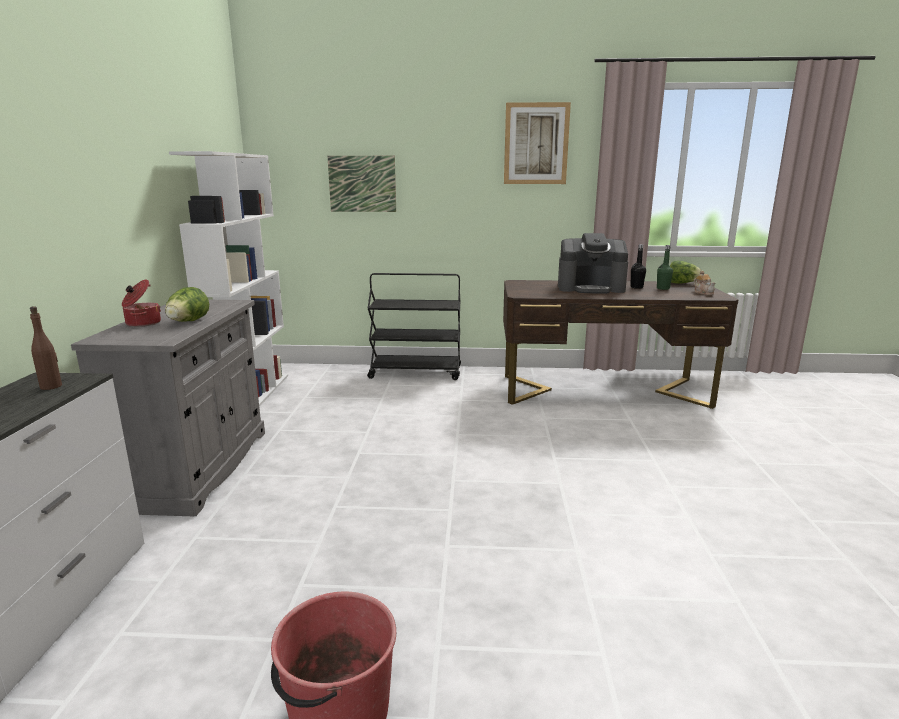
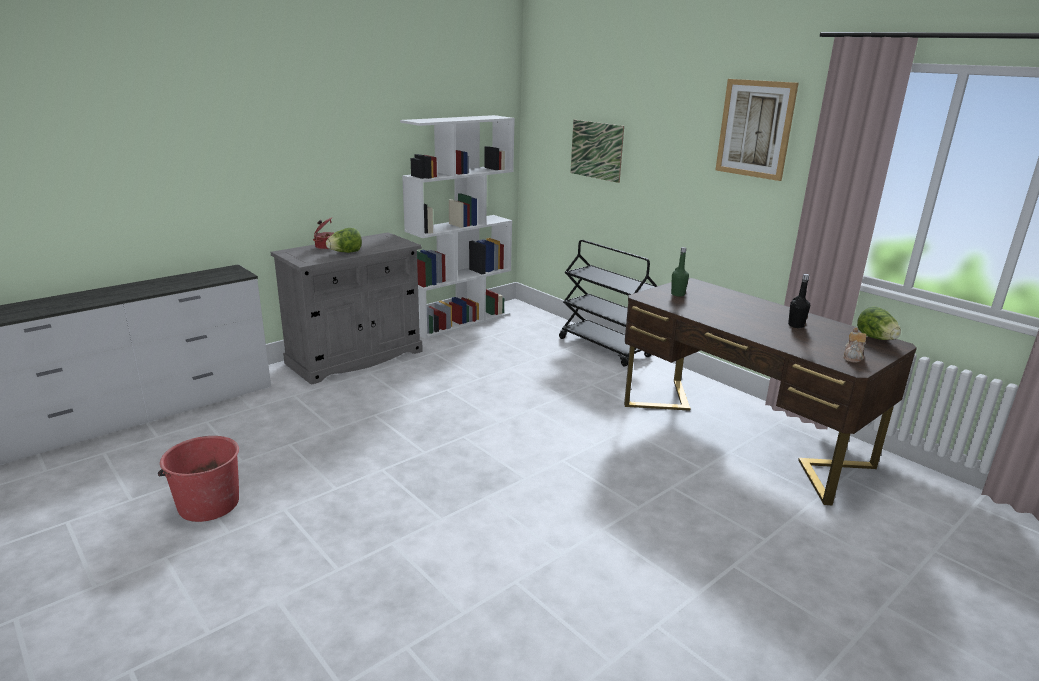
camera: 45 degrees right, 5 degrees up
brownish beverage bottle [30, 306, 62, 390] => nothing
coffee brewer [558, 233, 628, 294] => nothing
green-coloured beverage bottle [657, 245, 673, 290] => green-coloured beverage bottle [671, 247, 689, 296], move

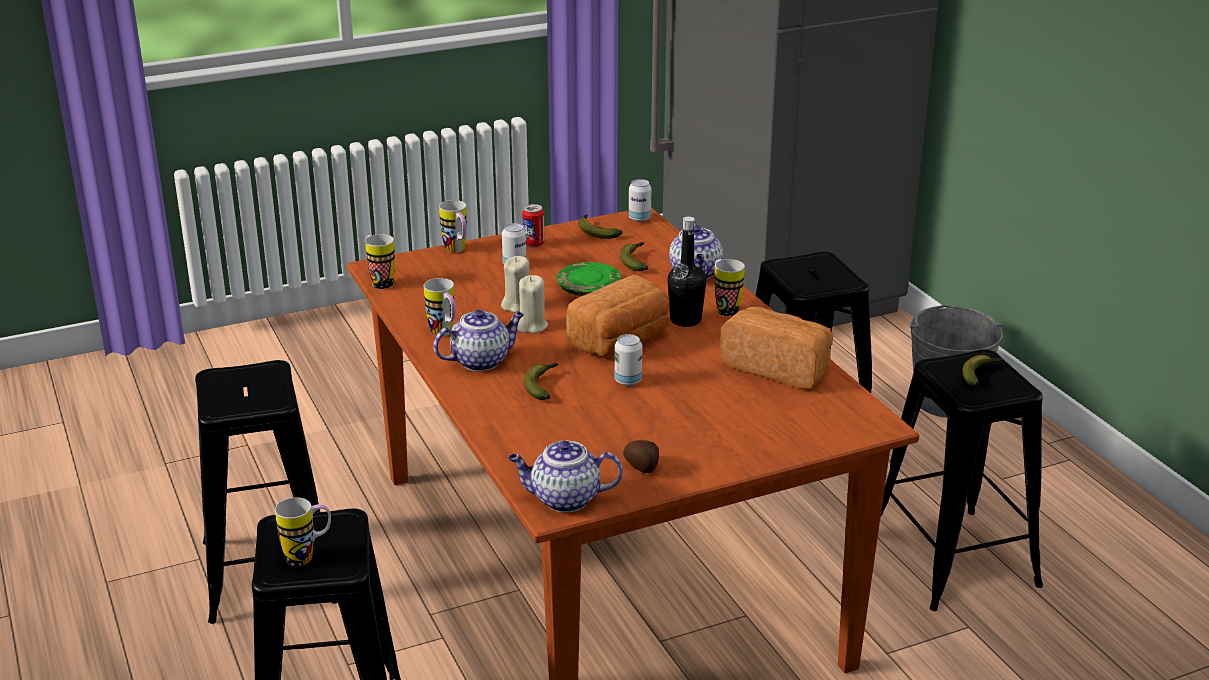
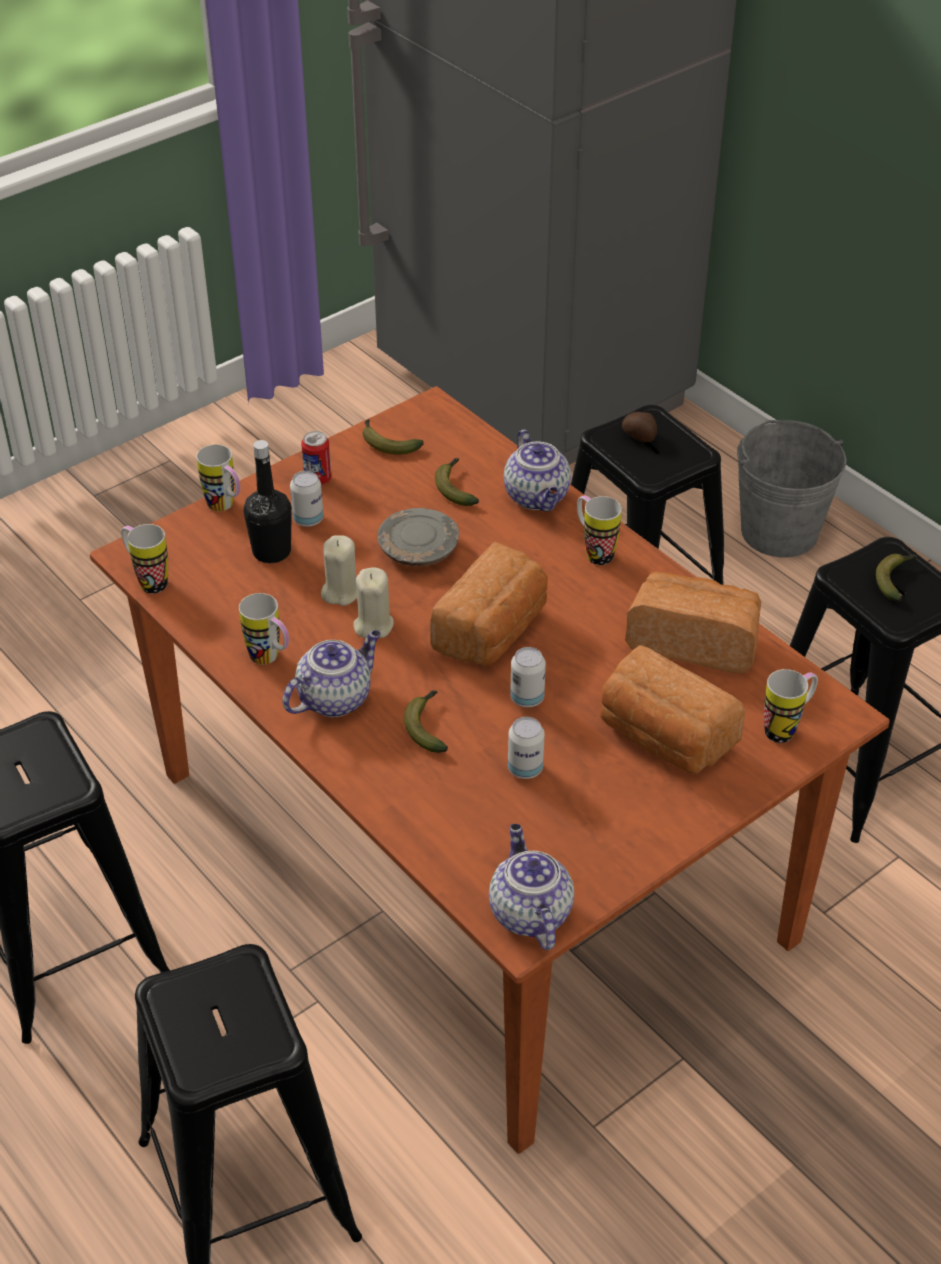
camera: 15 degrees left, 15 degrees up
coffee mug [275, 497, 331, 566] => coffee mug [764, 669, 818, 743], move
teapot [508, 441, 623, 512] => teapot [489, 824, 574, 950], 90 degrees clockwise
green-coloured dinner plate [557, 262, 621, 296] => gray dinner plate [377, 508, 459, 566]
spud [623, 440, 659, 473] => spud [622, 412, 657, 442], move
sealed can [629, 179, 651, 222] => sealed can [508, 717, 545, 779], move
black-coloured beverage bottle [668, 217, 706, 327] => black-coloured beverage bottle [243, 440, 292, 563], move
nothing => bakery bread [600, 645, 746, 774]

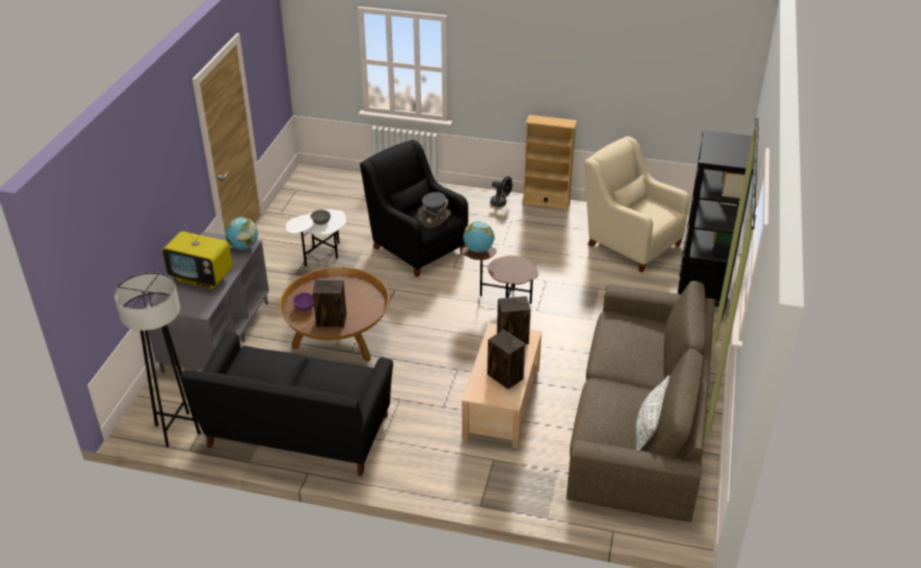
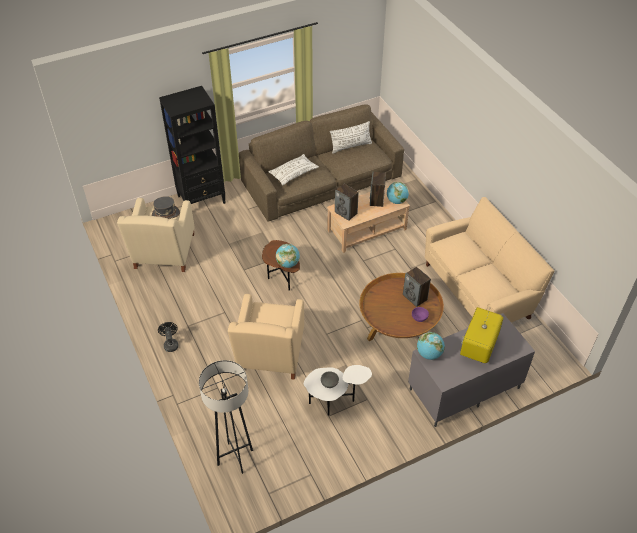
camera: 130 degrees left, 10 degrees up
gray standard lamp [114, 272, 201, 447] => gray standard lamp [199, 360, 253, 474], move
TV [162, 220, 232, 289] => TV [460, 307, 503, 363], 135 degrees counterclockwise
black-coloured couch [181, 332, 393, 477] => beige couch [425, 197, 554, 323]
black-coloured lounge chair [360, 140, 468, 277] => beige lounge chair [228, 294, 304, 380]
gray clothing hat [418, 192, 451, 228] => gray clothing hat [152, 196, 180, 219], move
beige shelving unit [522, 115, 577, 210] => nothing
nothing => whitish pillow [268, 154, 319, 185]
nothing => globe [387, 182, 409, 204]

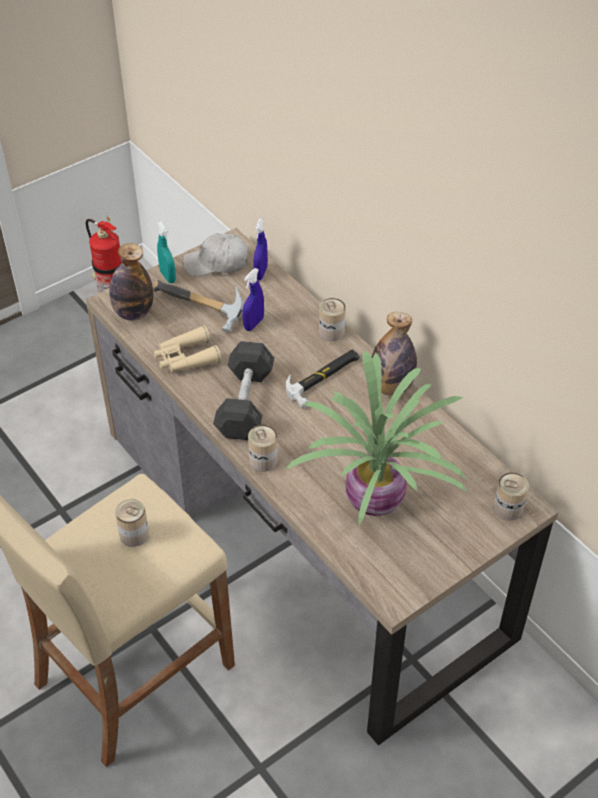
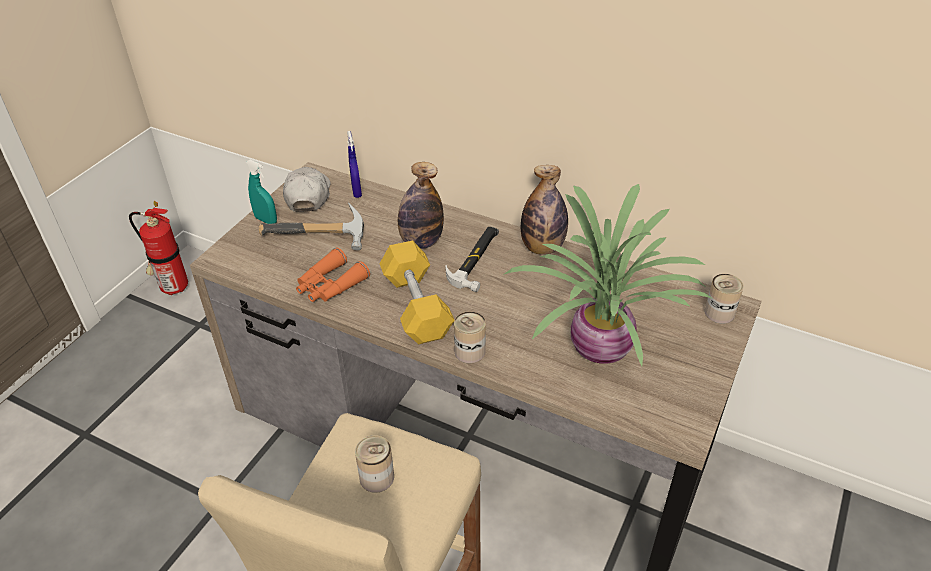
camera: 25 degrees left, 5 degrees down
beverage bottle [109, 243, 153, 320] => beverage bottle [398, 162, 444, 249], move
beige pair of binoculars [153, 325, 221, 372] => orangey pair of binoculars [296, 248, 370, 302]
whitish baseball cap [183, 233, 248, 276] => whitish baseball cap [283, 167, 331, 212], 120 degrees clockwise
gray hand weight [213, 341, 274, 440] => yellow-coloured hand weight [380, 240, 454, 345]
blue-coloured sprayer [243, 268, 264, 331] => nothing
sealed can [319, 298, 346, 341] => nothing

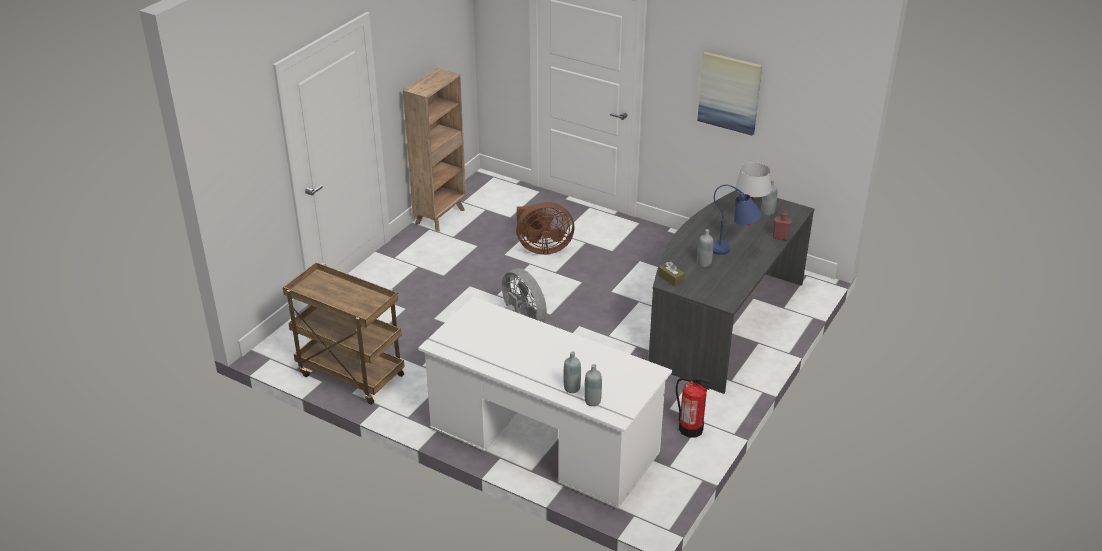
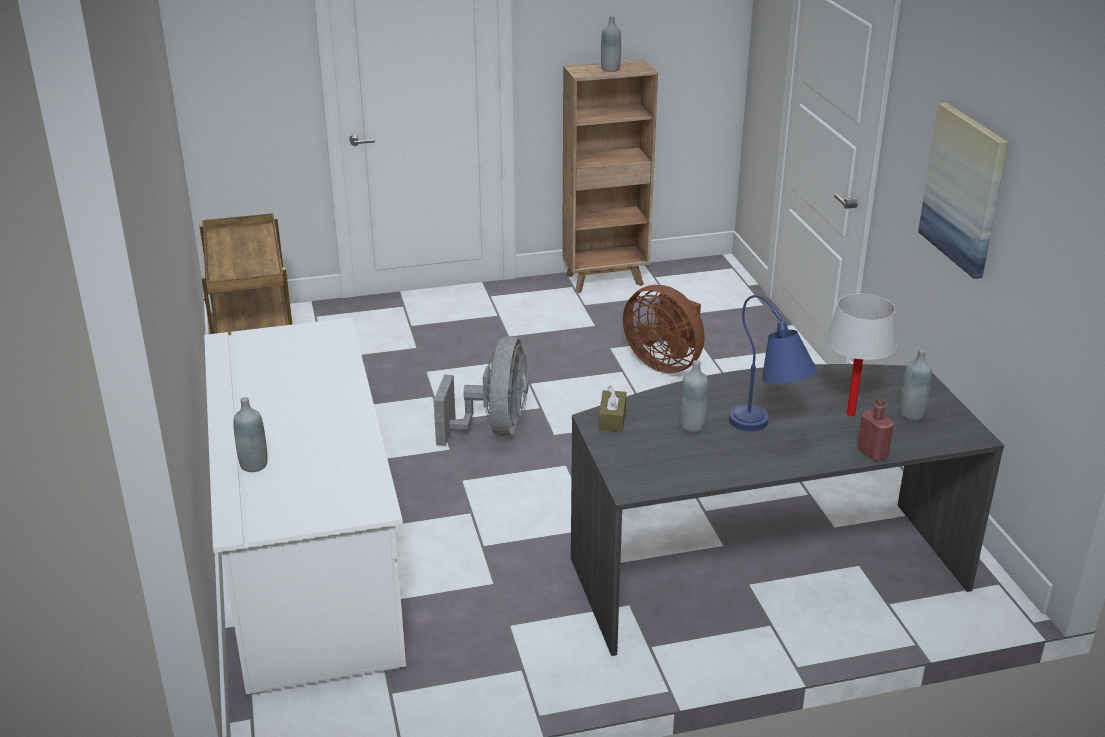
camera: 45 degrees right, 5 degrees down
gray beverage bottle [584, 364, 602, 406] => gray beverage bottle [601, 16, 621, 72], move
extinguisher [676, 378, 711, 438] => nothing

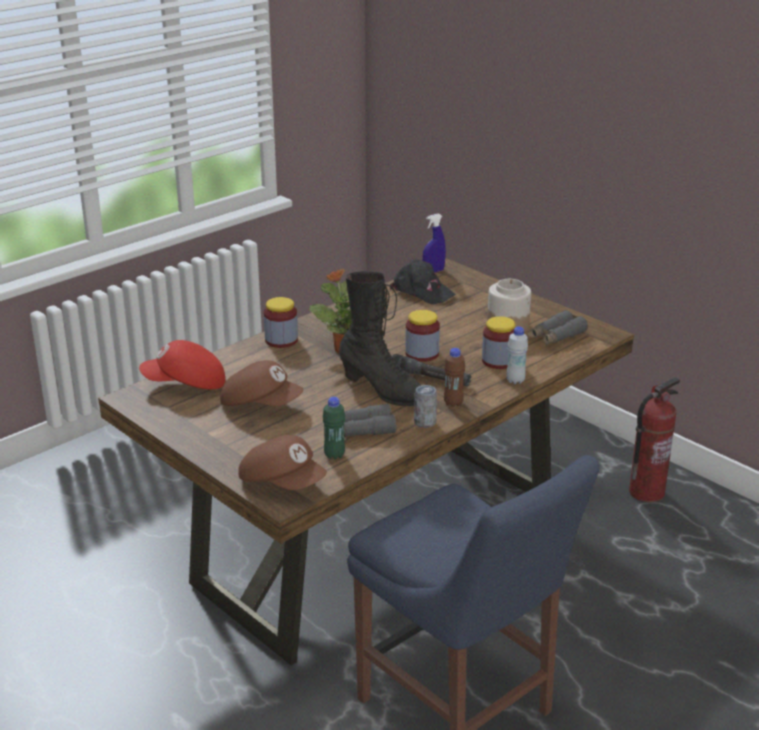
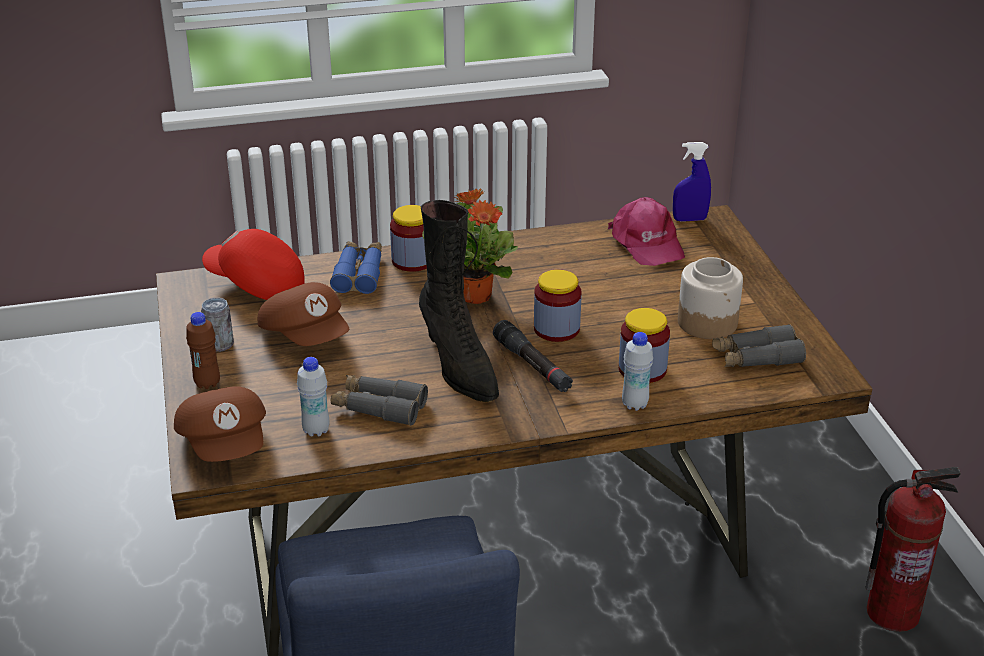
camera: 30 degrees right, 5 degrees up
green-coloured beverage bottle [322, 397, 345, 460] => whitish beverage bottle [297, 357, 330, 436]
black-coloured baseball cap [390, 259, 456, 305] => pink-coloured baseball cap [608, 197, 685, 266]
sealed can [414, 385, 437, 428] => sealed can [201, 298, 234, 352], move
brownish beverage bottle [444, 348, 465, 407] => brownish beverage bottle [186, 312, 220, 389], move
nothing => blue-coloured pair of binoculars [330, 241, 382, 294]

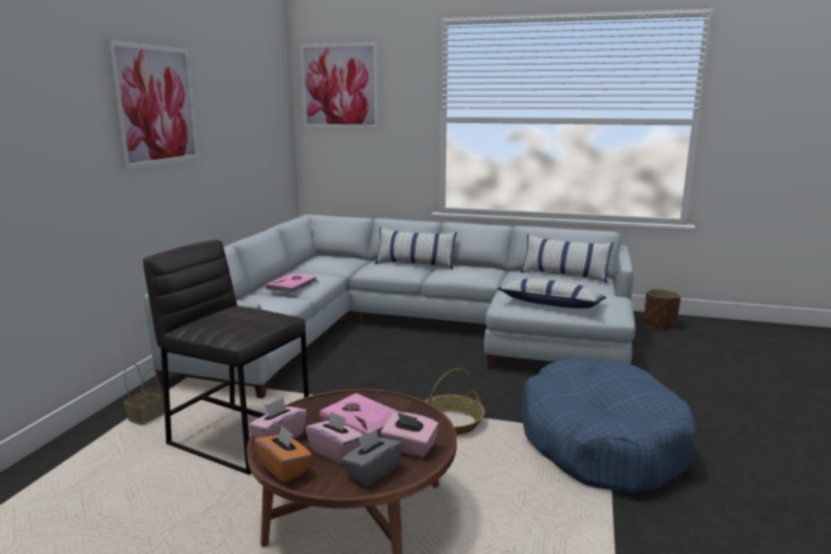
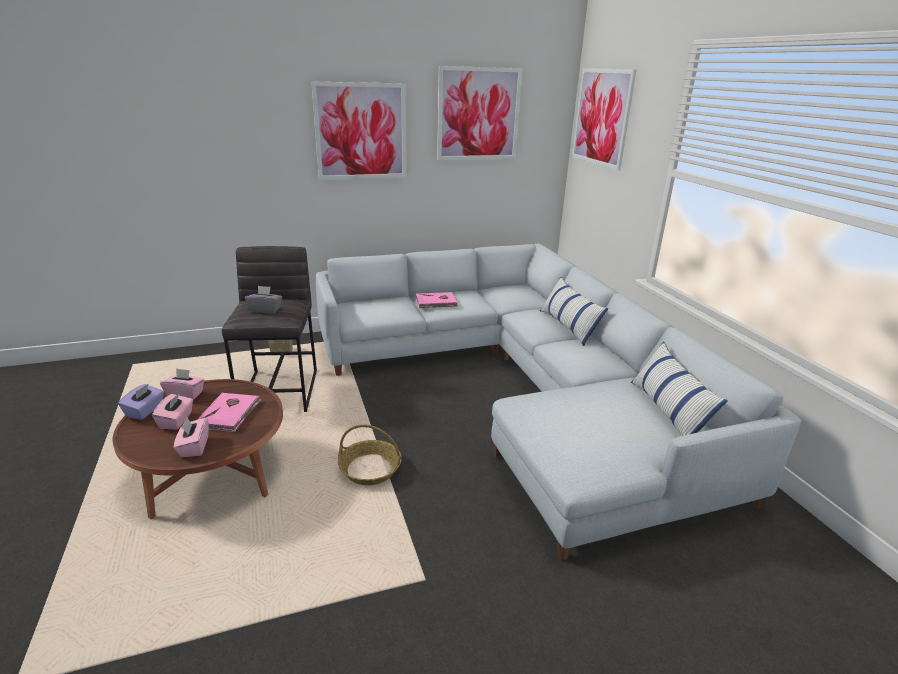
camera: 55 degrees right, 10 degrees up
orangey box of tissues [254, 426, 312, 483] => purple box of tissues [118, 383, 164, 420]
gray box of tissues [342, 429, 402, 487] => gray box of tissues [245, 286, 282, 313], move
pillow [497, 279, 606, 308] => nothing
blue-coloured dog bed [521, 356, 696, 494] => nothing
brownish plant pot [644, 288, 681, 330] => nothing
nothing => wall art [437, 66, 522, 160]

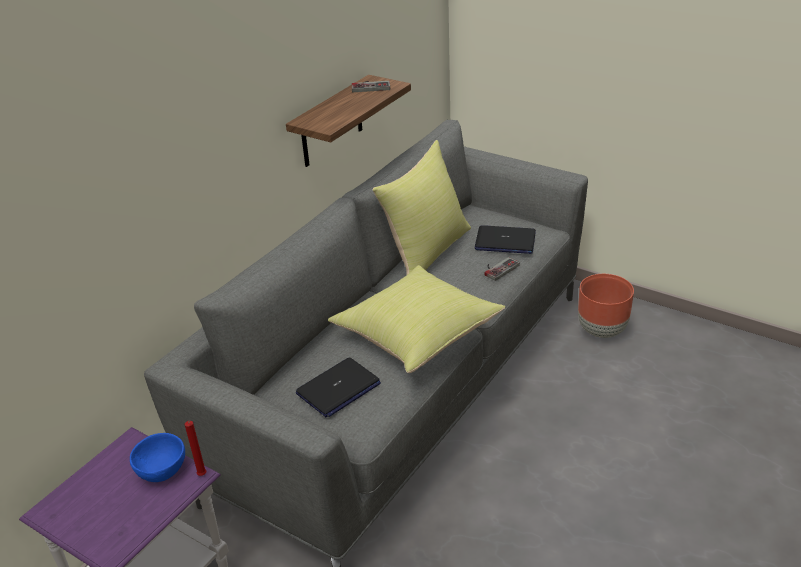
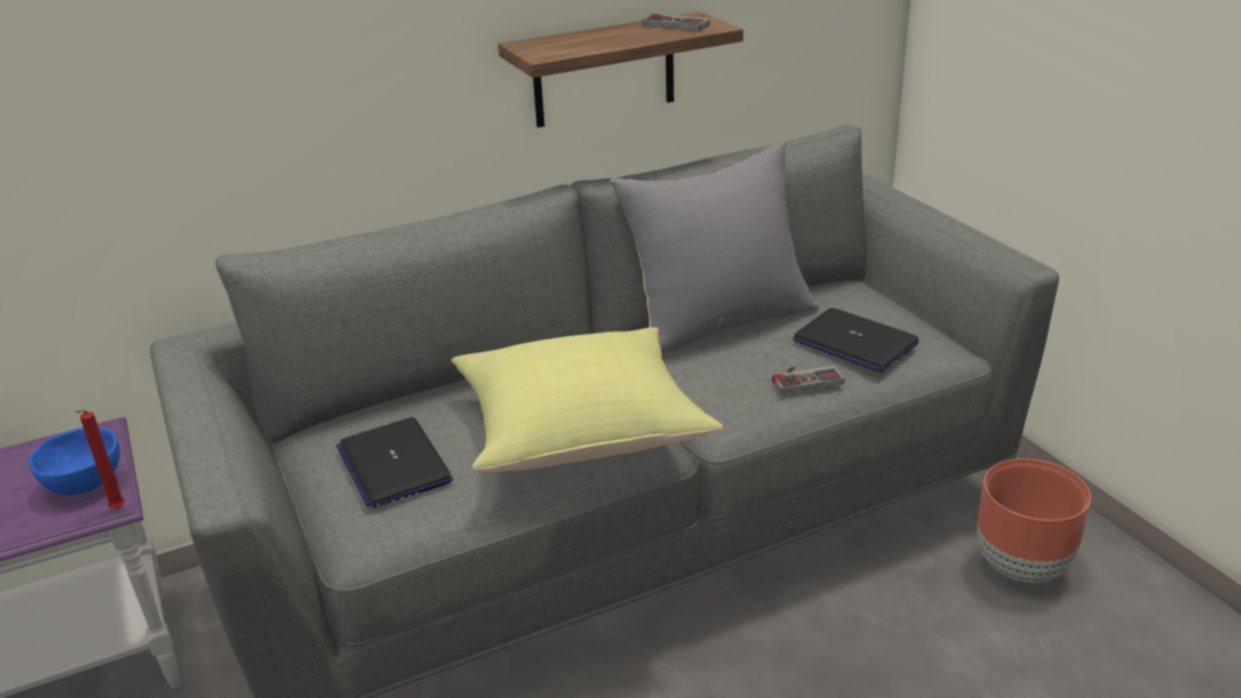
camera: 30 degrees right, 5 degrees down
portable computer [296, 358, 381, 417] => portable computer [336, 417, 453, 508], 75 degrees clockwise
yellow-coloured pillow [373, 140, 471, 275] => gray pillow [609, 141, 819, 354]

